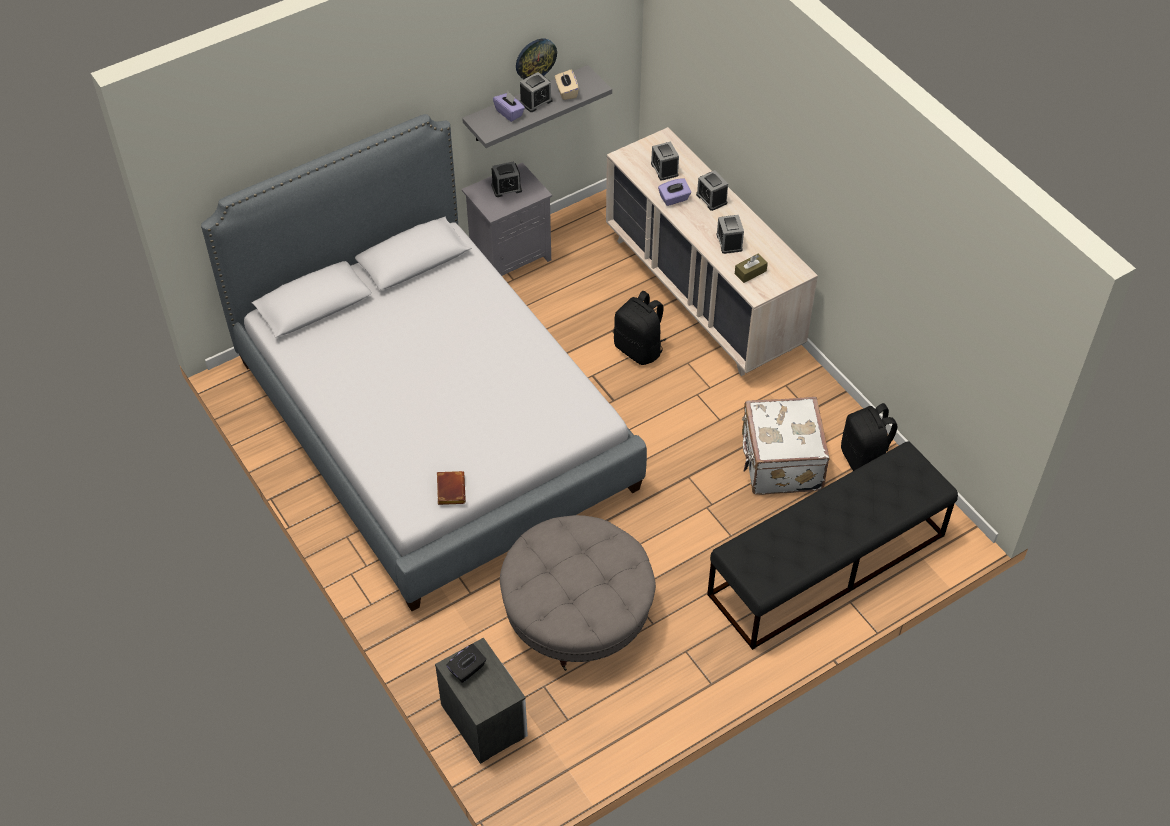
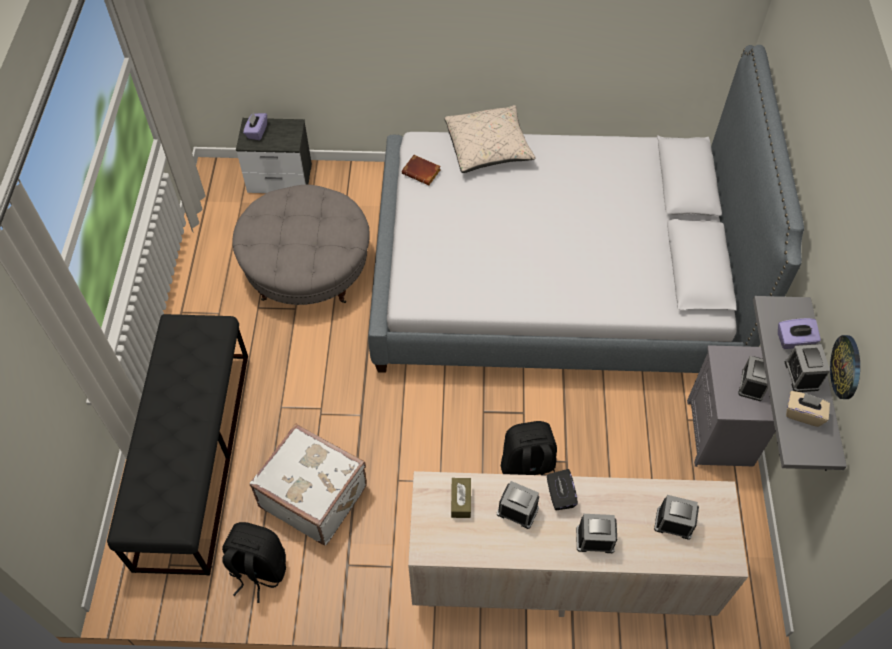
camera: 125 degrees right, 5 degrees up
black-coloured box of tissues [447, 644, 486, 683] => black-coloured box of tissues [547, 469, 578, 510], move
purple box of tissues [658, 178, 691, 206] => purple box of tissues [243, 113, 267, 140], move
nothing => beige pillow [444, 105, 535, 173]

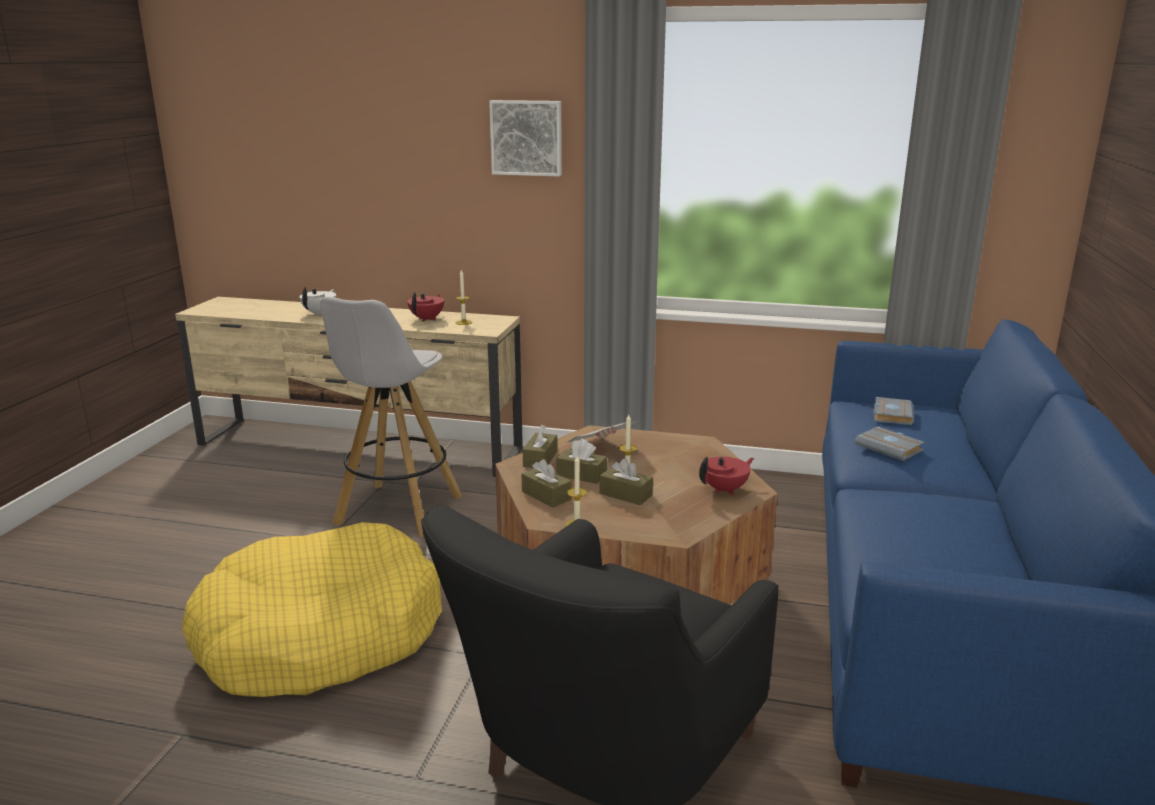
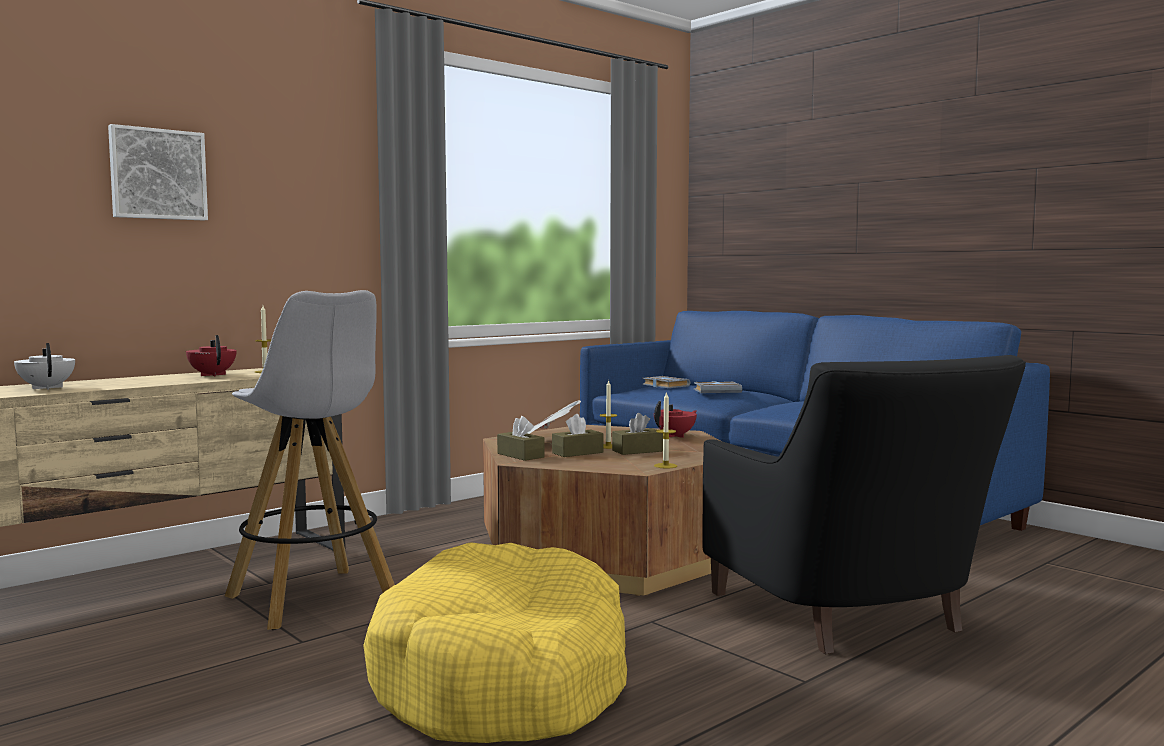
camera: 55 degrees left, 15 degrees down
wall art [489, 100, 562, 176] => wall art [108, 124, 208, 221], move
brownish box of tissues [522, 459, 572, 507] => nothing
red-coloured teapot [699, 456, 754, 495] => red-coloured teapot [654, 401, 697, 438], 45 degrees clockwise

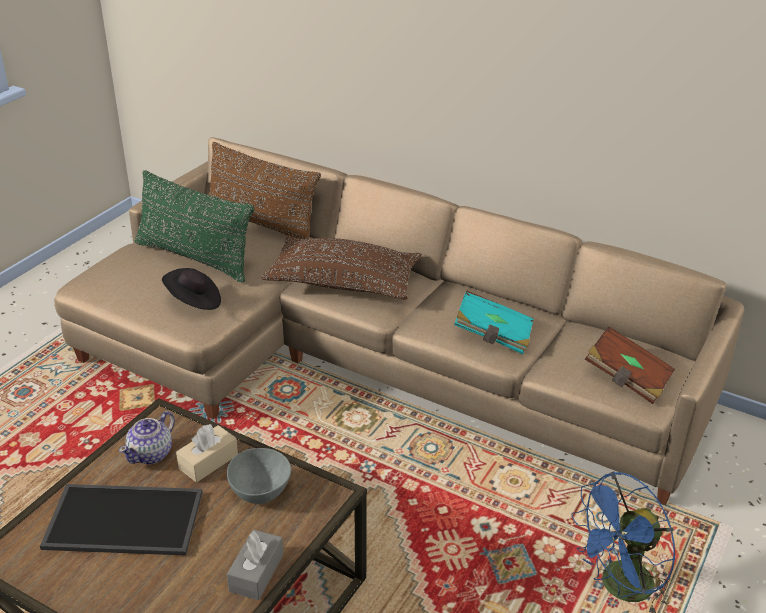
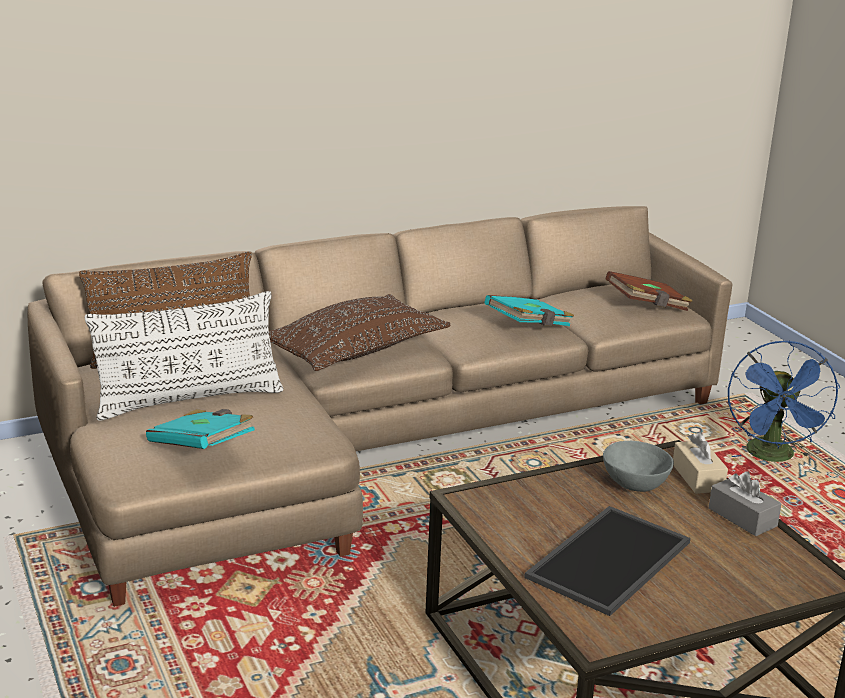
camera: 55 degrees left, 10 degrees down
teapot [119, 411, 175, 464] => nothing
green-coloured pillow [135, 170, 255, 283] => whitish pillow [85, 291, 283, 421]
black-coloured clothing hat [162, 268, 221, 310] => nothing
beige box of tissues [176, 424, 238, 482] => beige box of tissues [673, 432, 728, 494], move
nothing => blue-green volume [146, 409, 255, 449]

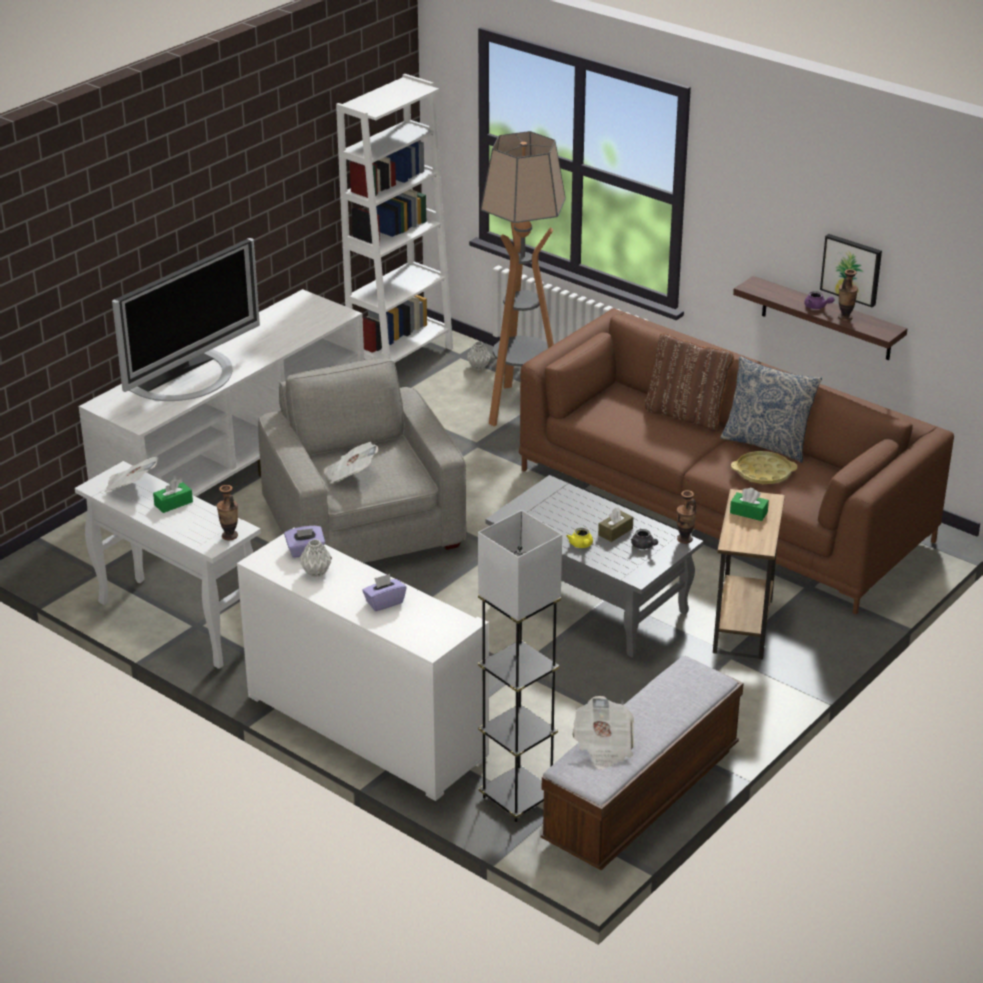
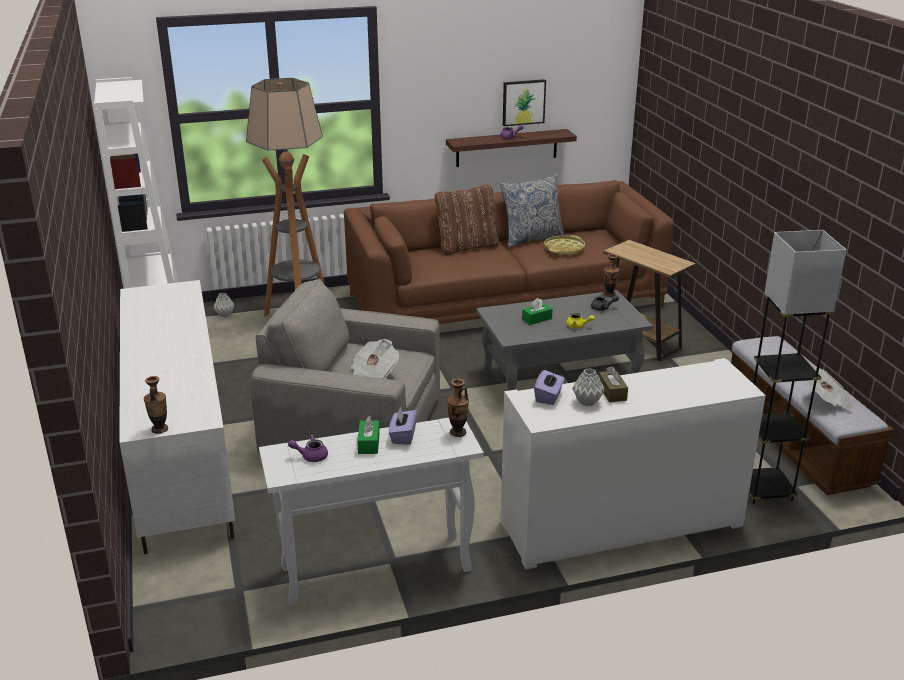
camera: 55 degrees left, 5 degrees down
printed paper [104, 456, 157, 492] => purple teapot [288, 434, 328, 462]
TV [112, 238, 260, 401] => nothing
purple box of tissues [362, 574, 407, 611] => purple box of tissues [389, 407, 417, 445], move
brownish box of tissues [598, 508, 633, 542] => brownish box of tissues [599, 366, 628, 403], move
green-coloured box of tissues [730, 488, 769, 521] => green-coloured box of tissues [522, 298, 553, 325], move
flower vase [838, 269, 858, 321] => flower vase [144, 376, 168, 434], move

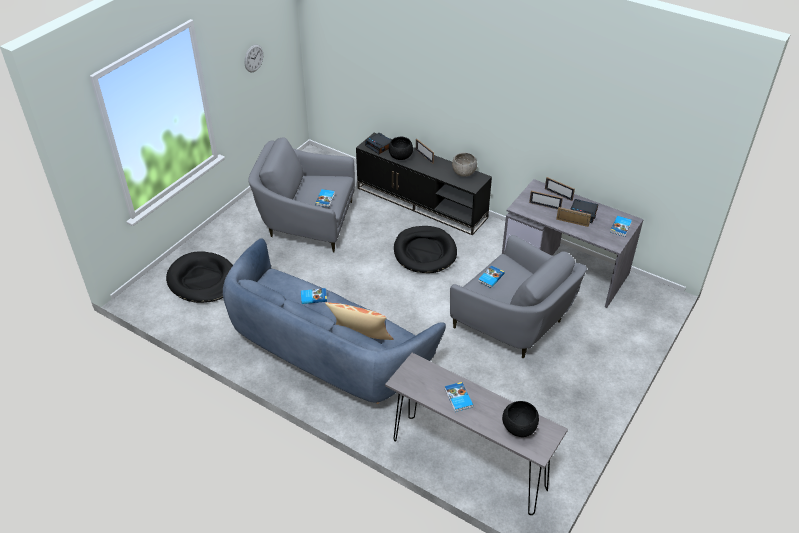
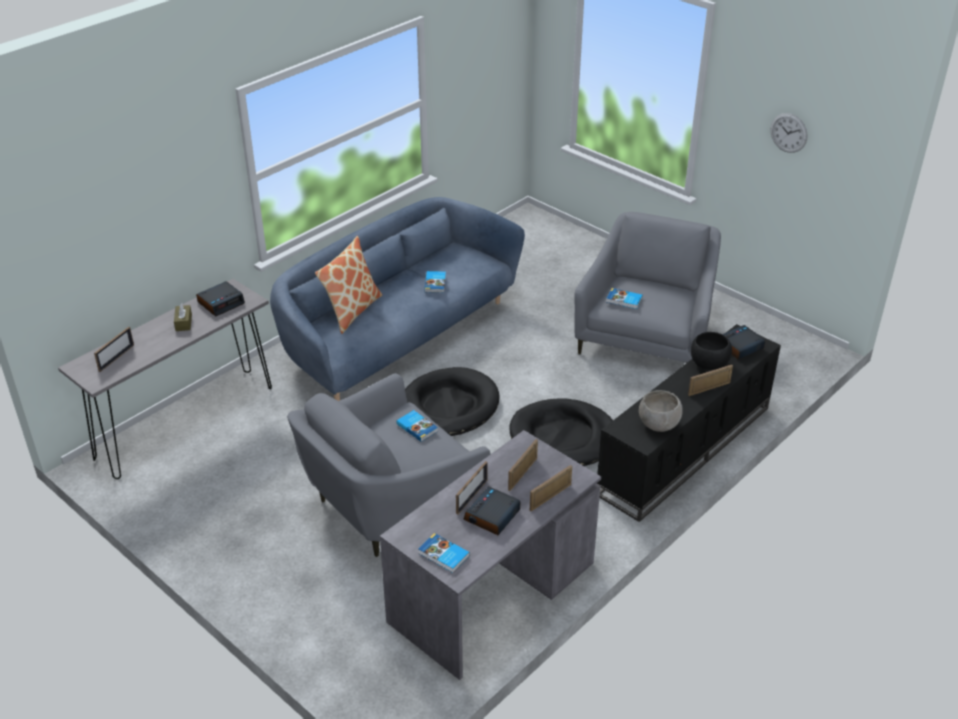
camera: 100 degrees right, 5 degrees down
black-coloured dog bed [166, 251, 233, 303] => black-coloured dog bed [405, 367, 500, 436], move
volume [445, 382, 473, 412] => brownish box of tissues [174, 303, 192, 331]
black-coloured bowl [502, 401, 539, 437] => standing frame [94, 327, 134, 372]
nothing => bedside clock [196, 281, 245, 316]

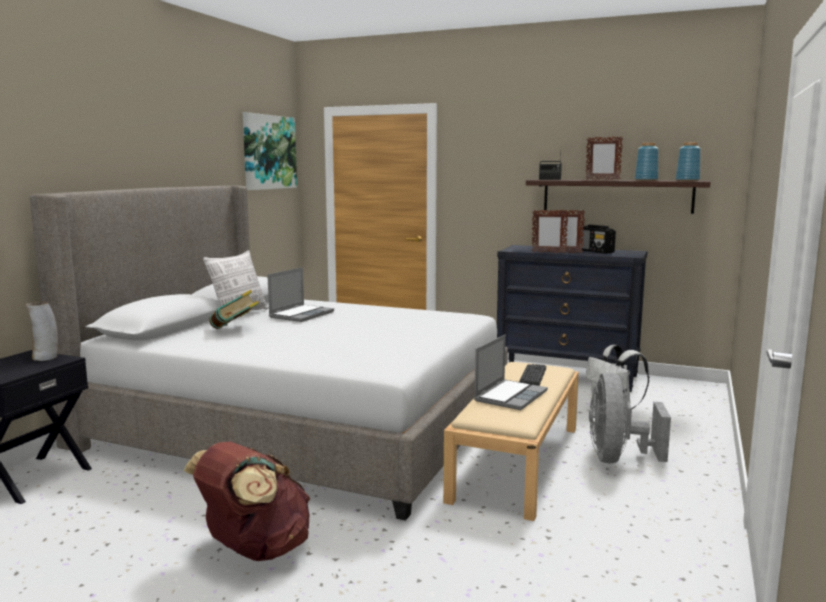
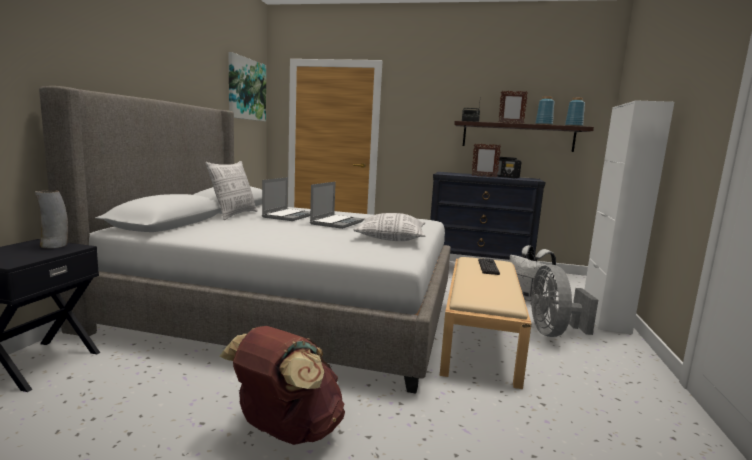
camera: 10 degrees left, 0 degrees up
volume [209, 290, 259, 329] => nothing
portable computer [474, 334, 548, 410] => portable computer [310, 182, 364, 229], move
standing frame [532, 210, 568, 253] => nothing
nothing => pillow [353, 213, 425, 241]
nothing => whitish cabinet [584, 100, 674, 334]

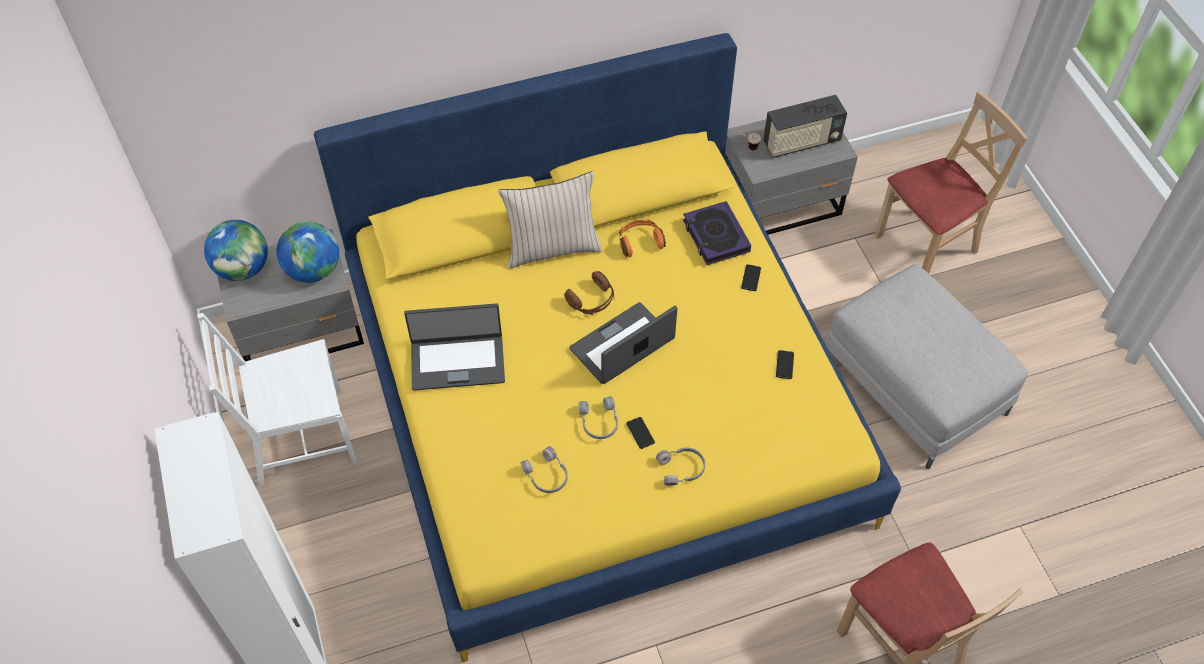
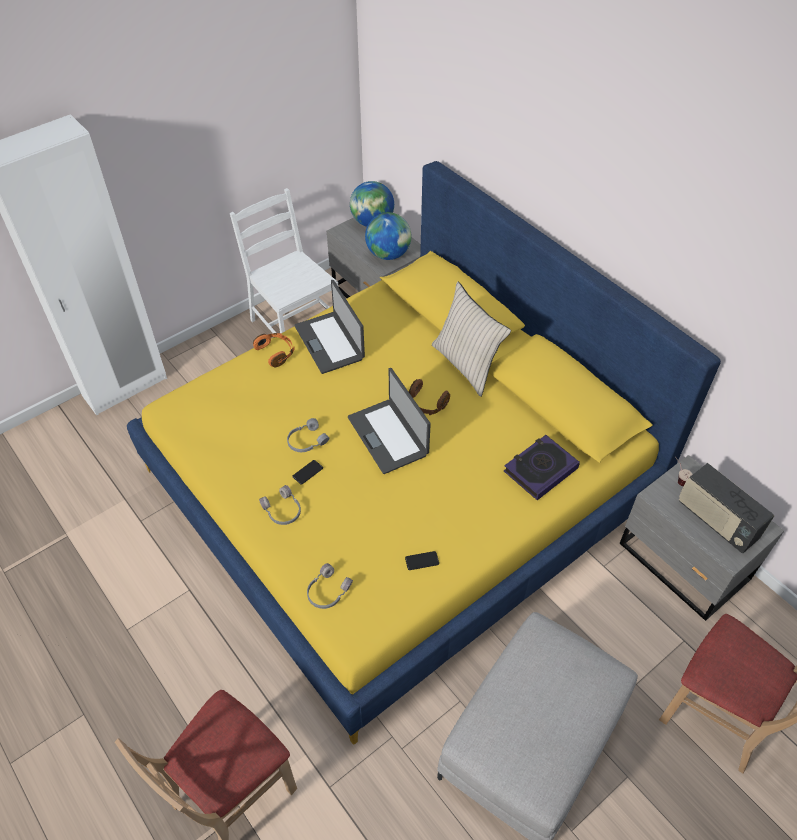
camera: 70 degrees right, 5 degrees down
gray pair of headphones [521, 446, 568, 493] => gray pair of headphones [307, 563, 353, 609], move
portable computer [569, 302, 677, 384] => portable computer [348, 368, 431, 474], 150 degrees counterclockwise
orangey pair of headphones [619, 219, 666, 257] => orangey pair of headphones [253, 333, 295, 367], move
telephone [741, 264, 761, 291] => nothing

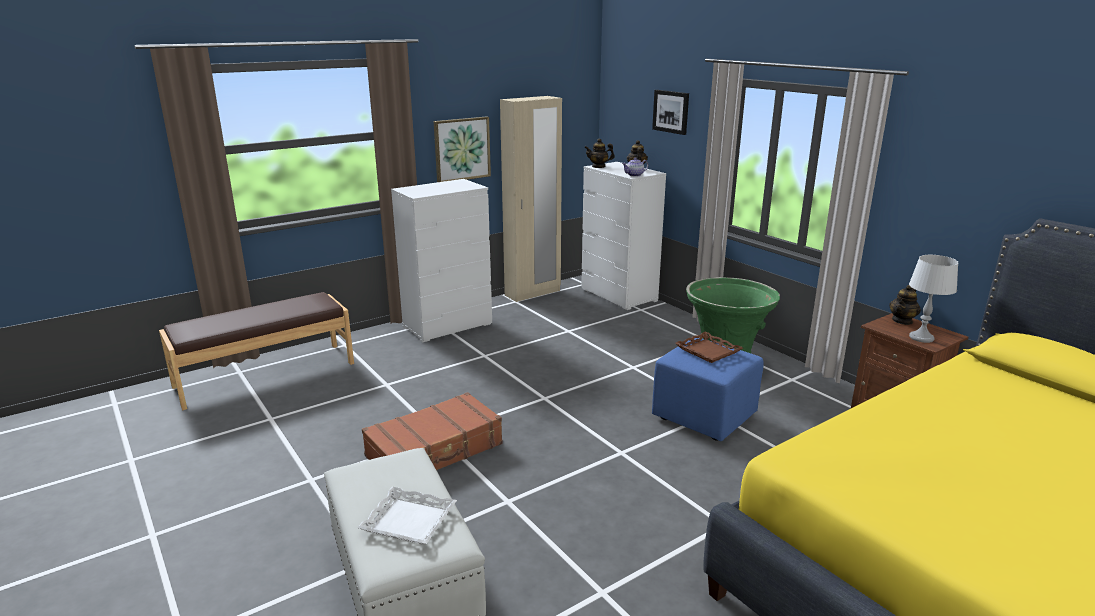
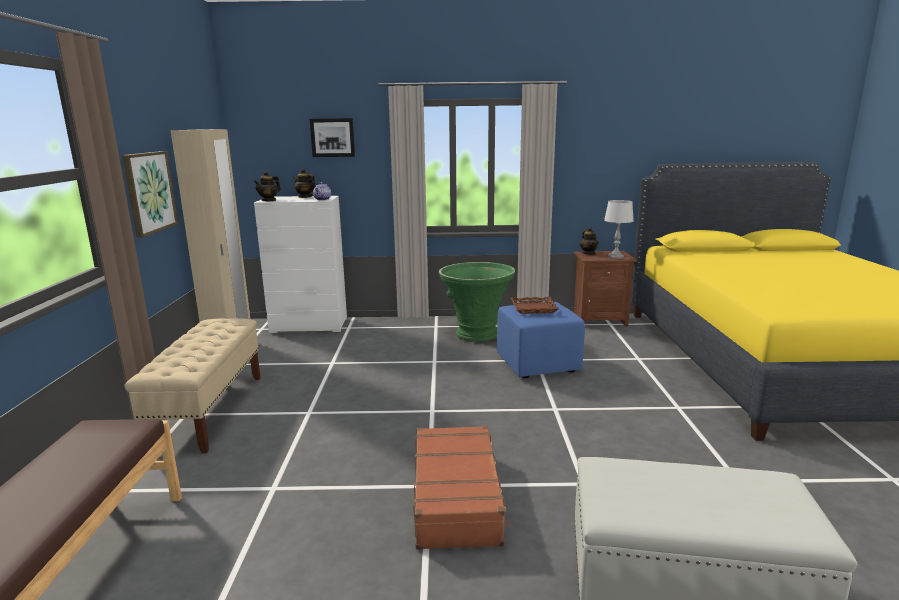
camera: 55 degrees left, 5 degrees down
whitish serving tray [357, 487, 457, 545] => nothing
whitish chest of drawers [391, 179, 492, 343] => beige long seat [125, 318, 261, 453]

